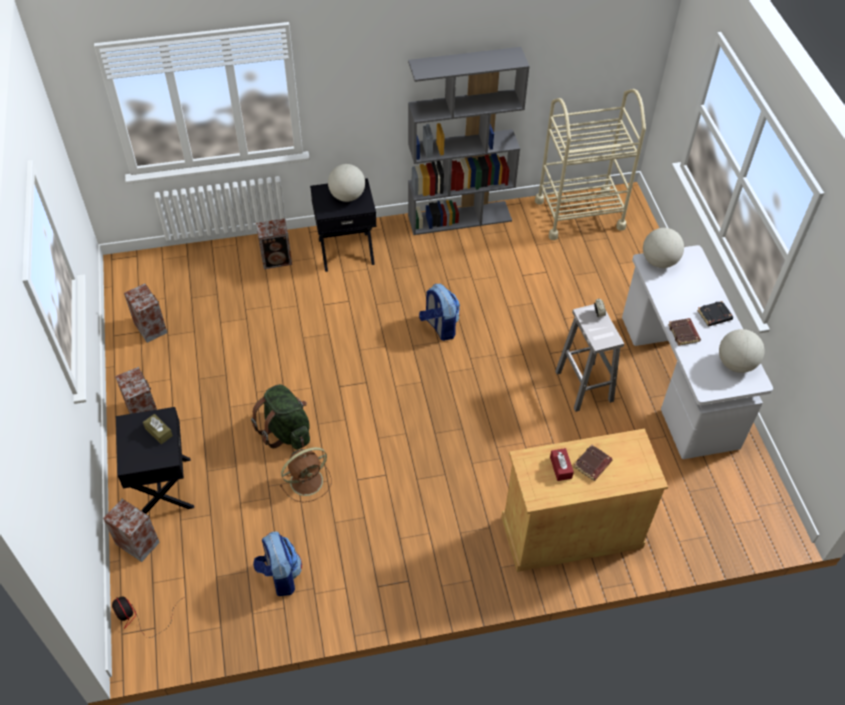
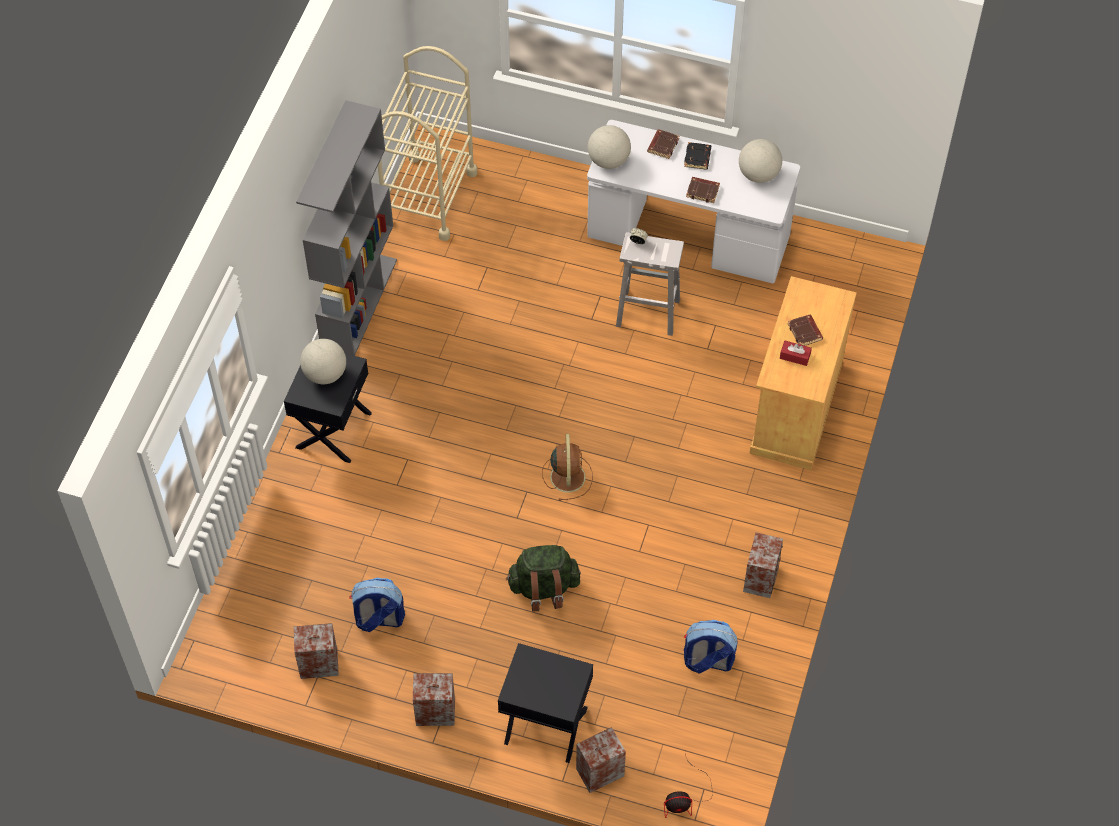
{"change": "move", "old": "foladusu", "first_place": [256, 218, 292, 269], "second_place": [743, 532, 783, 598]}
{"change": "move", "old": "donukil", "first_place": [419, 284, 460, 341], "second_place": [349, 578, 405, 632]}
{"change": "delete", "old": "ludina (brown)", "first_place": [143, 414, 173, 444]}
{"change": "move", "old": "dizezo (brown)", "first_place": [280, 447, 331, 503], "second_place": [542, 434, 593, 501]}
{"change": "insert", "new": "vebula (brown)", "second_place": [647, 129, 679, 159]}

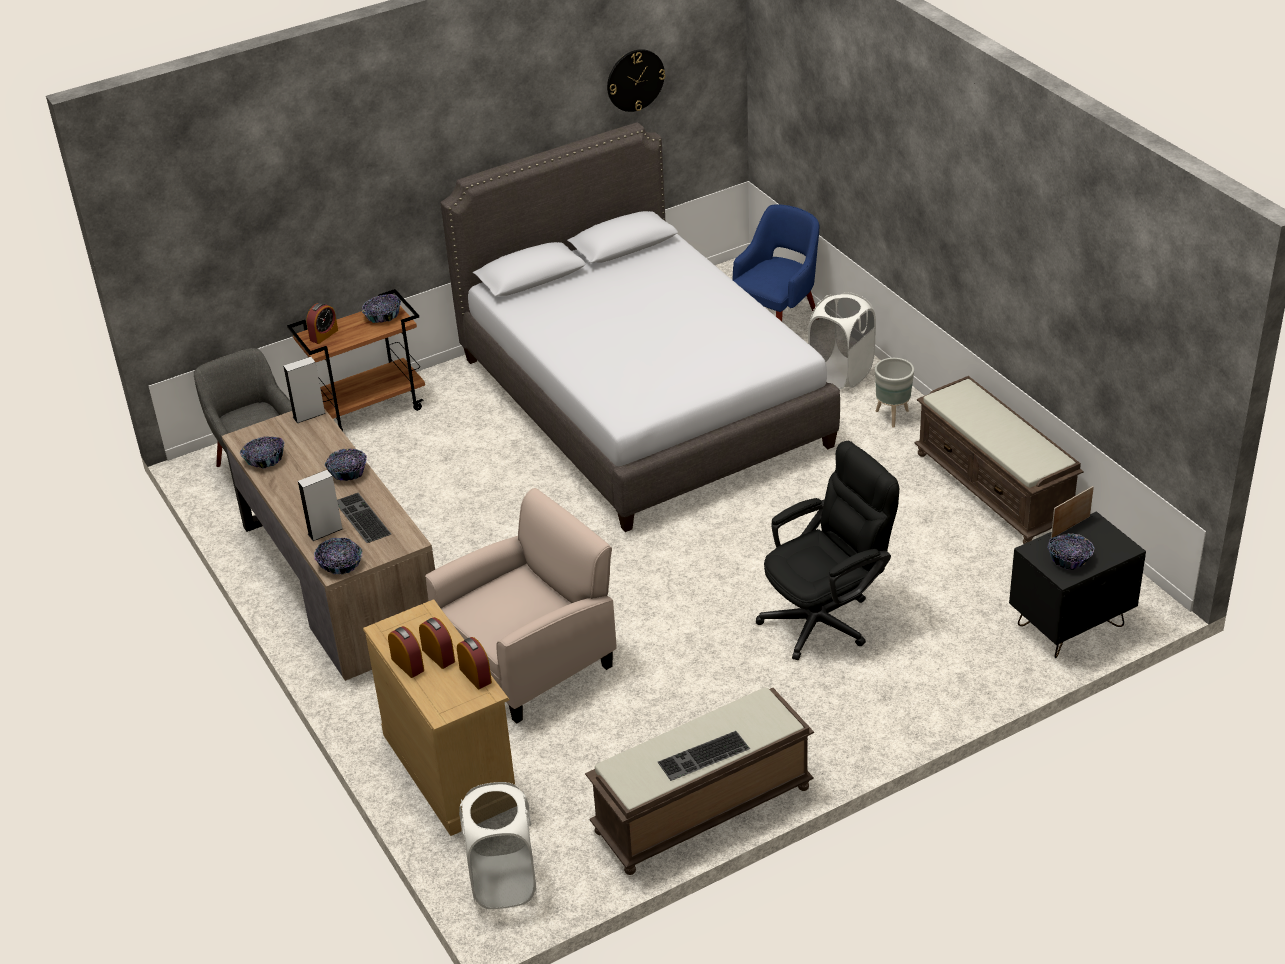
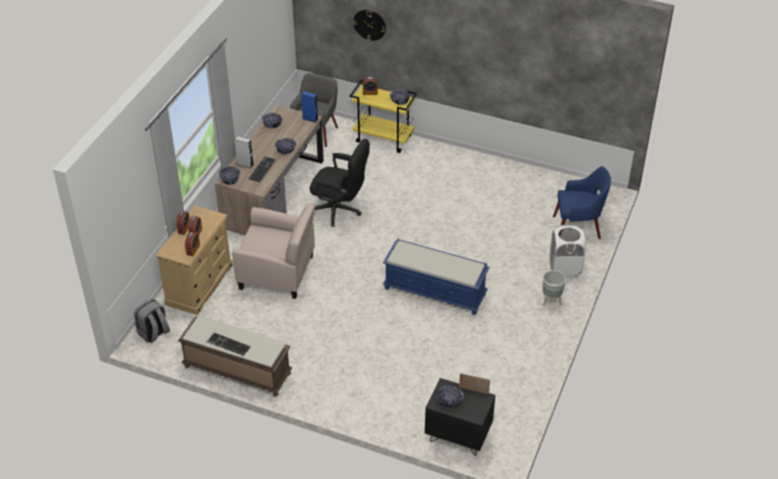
{"change": "move", "old": "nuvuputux", "first_place": [607, 49, 665, 112], "second_place": [353, 9, 386, 41]}
{"change": "delete", "old": "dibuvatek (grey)", "first_place": [440, 122, 840, 532]}
{"change": "recolor", "old": "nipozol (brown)", "new": "nipozol (yellow)", "first_place": [287, 289, 425, 431], "second_place": [350, 79, 417, 153]}
{"change": "recolor", "old": "foladusu (grey)", "new": "foladusu (blue)", "first_place": [283, 357, 326, 423], "second_place": [301, 91, 318, 123]}
{"change": "delete", "old": "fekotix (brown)", "first_place": [915, 376, 1084, 544]}
{"change": "move", "old": "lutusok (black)", "first_place": [756, 441, 899, 660], "second_place": [310, 139, 370, 227]}
{"change": "replace", "old": "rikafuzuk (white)", "new": "donukil (grey)", "first_place": [459, 782, 537, 909], "second_place": [134, 299, 170, 343]}
{"change": "insert", "new": "fekotix (blue)", "second_place": [383, 239, 489, 315]}

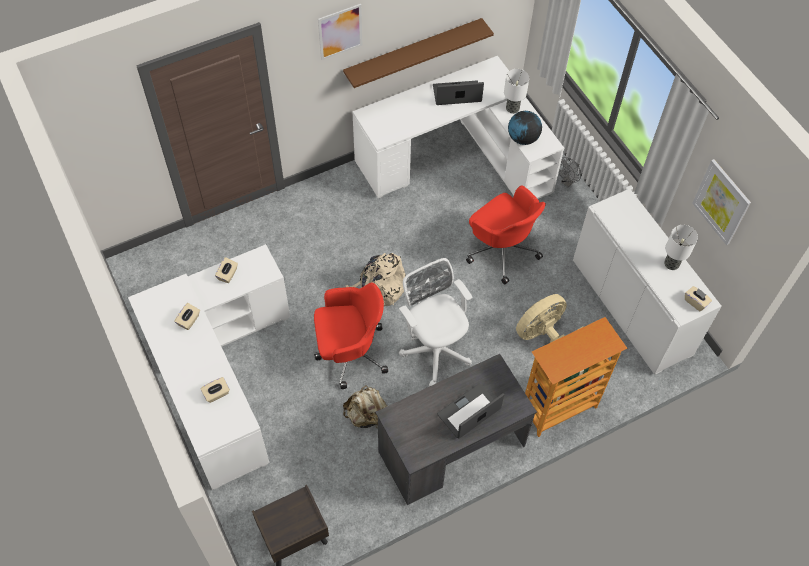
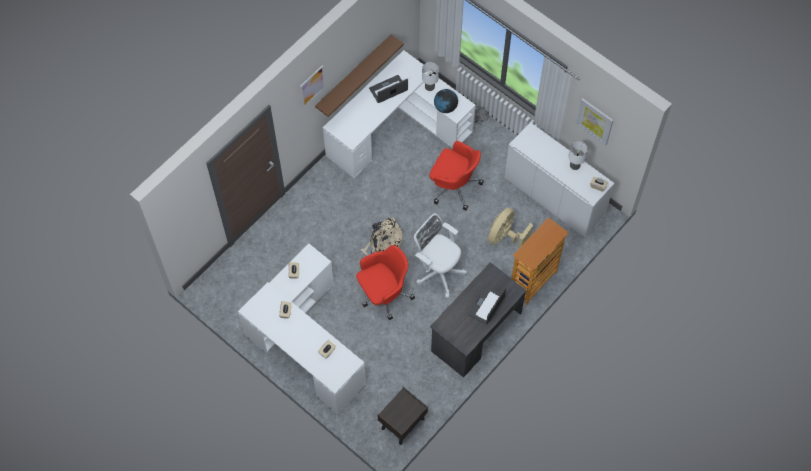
{"change": "delete", "old": "donukil (beige)", "first_place": [343, 386, 387, 429]}

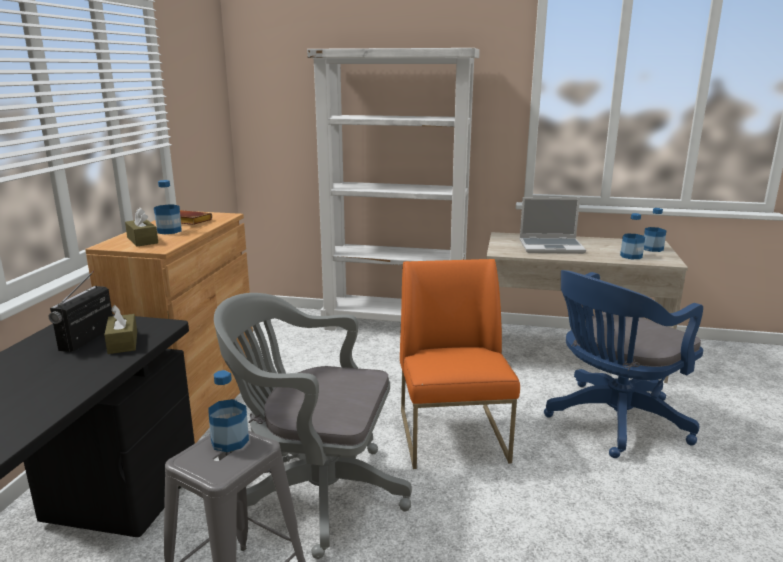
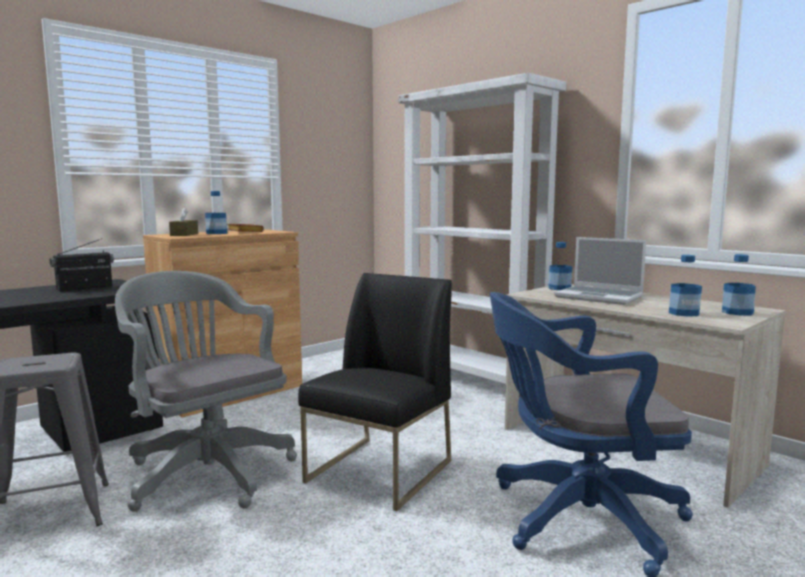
{"change": "recolor", "old": "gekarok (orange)", "new": "gekarok (black)", "first_place": [400, 259, 520, 469], "second_place": [298, 273, 452, 511]}
{"change": "delete", "old": "ludina (brown)", "first_place": [104, 305, 137, 354]}
{"change": "move", "old": "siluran", "first_place": [208, 370, 249, 452], "second_place": [548, 242, 572, 290]}

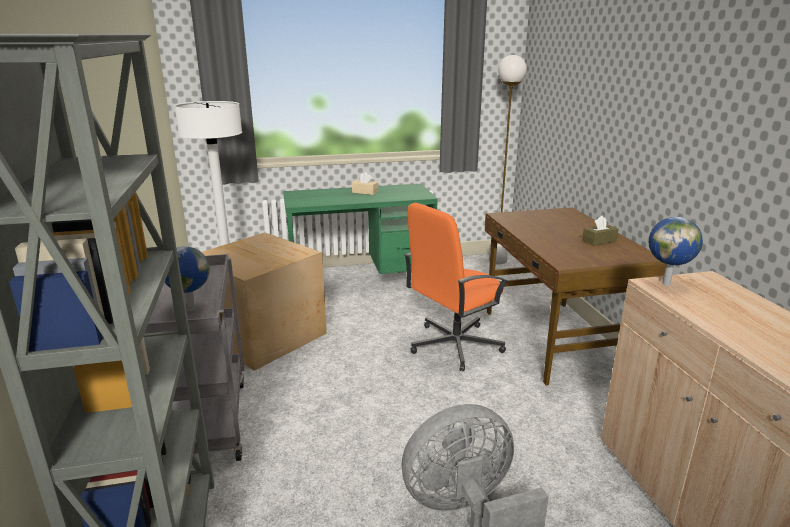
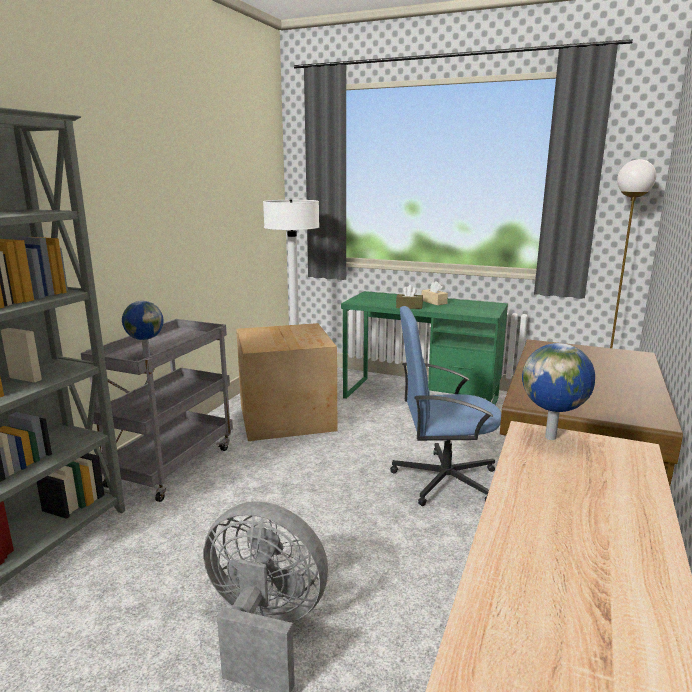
{"change": "recolor", "old": "lutusok (orange)", "new": "lutusok (blue)", "first_place": [404, 203, 509, 372], "second_place": [390, 306, 501, 506]}
{"change": "move", "old": "ludina (brown)", "first_place": [582, 216, 619, 246], "second_place": [396, 285, 423, 309]}

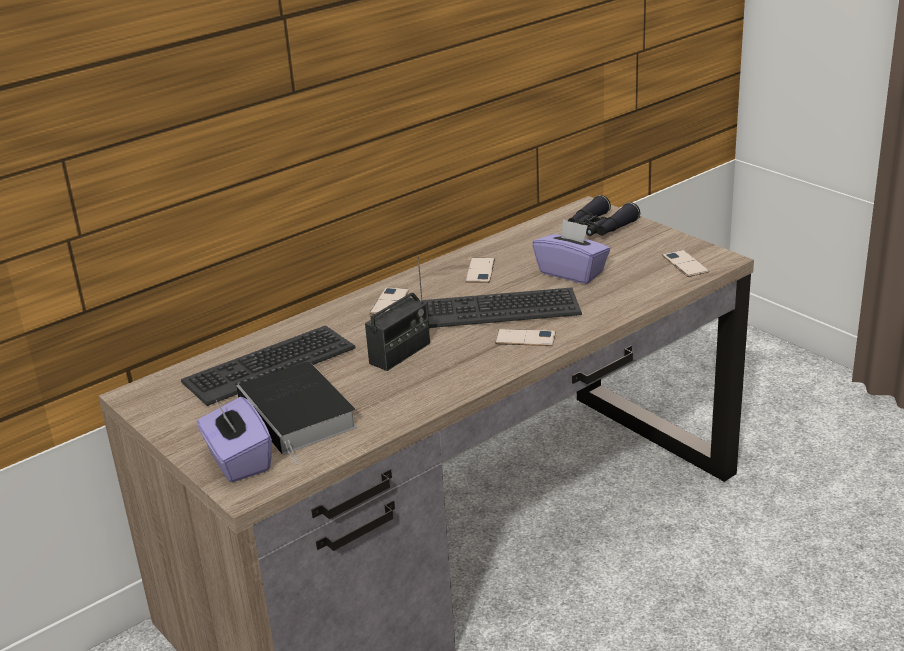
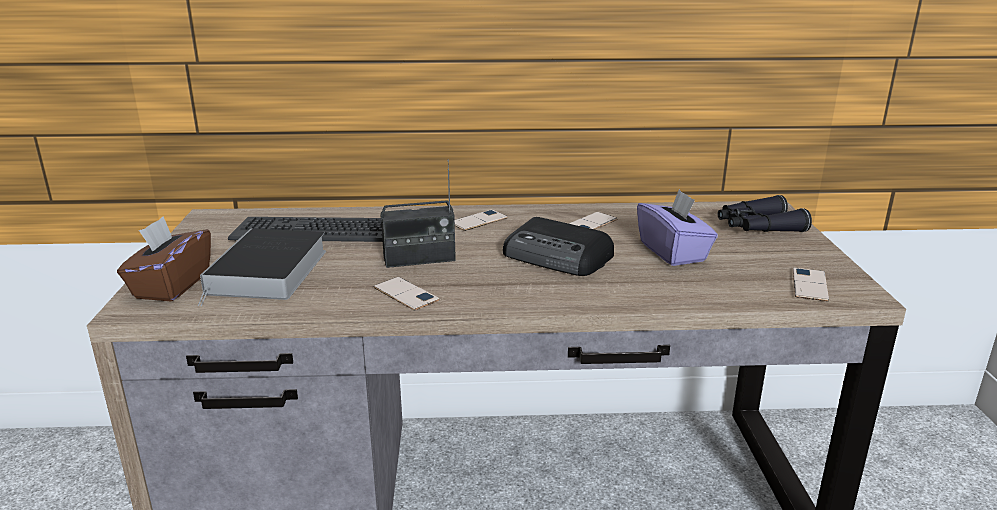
{"change": "replace", "old": "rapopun", "new": "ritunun", "first_place": [422, 287, 582, 328], "second_place": [503, 217, 614, 276]}
{"change": "move", "old": "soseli", "first_place": [495, 329, 556, 346], "second_place": [374, 277, 439, 310]}
{"change": "recolor", "old": "ludina (purple)", "new": "ludina (brown)", "first_place": [197, 397, 272, 483], "second_place": [117, 216, 211, 302]}

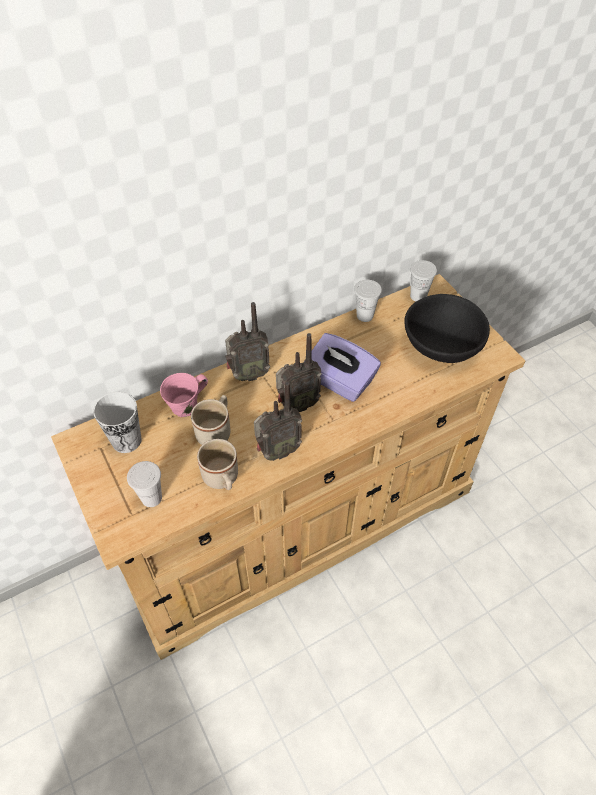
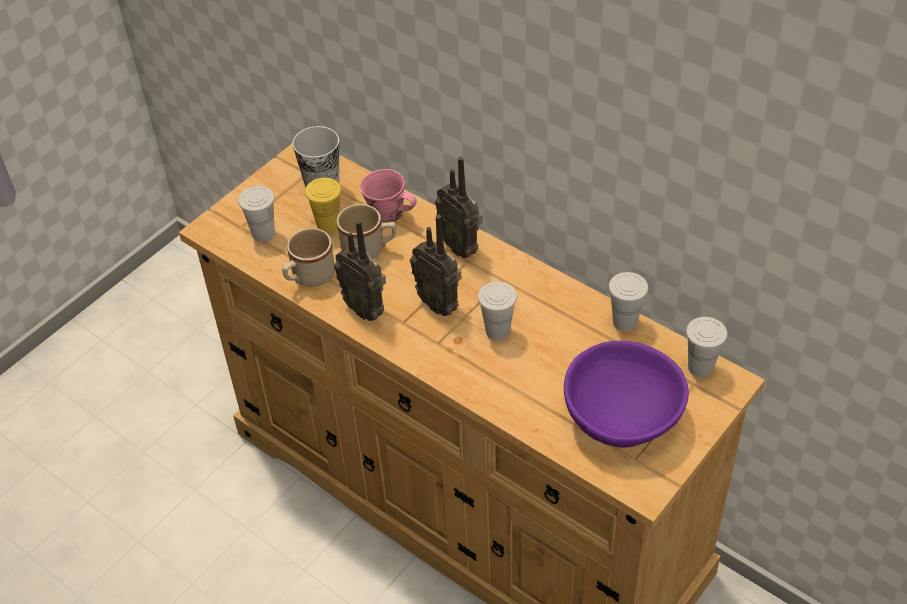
{"change": "recolor", "old": "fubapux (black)", "new": "fubapux (purple)", "first_place": [404, 294, 490, 363], "second_place": [564, 341, 689, 447]}
{"change": "replace", "old": "ludina (purple)", "new": "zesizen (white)", "first_place": [311, 333, 381, 402], "second_place": [478, 281, 517, 341]}
{"change": "insert", "new": "zesizen (yellow)", "second_place": [305, 178, 341, 234]}

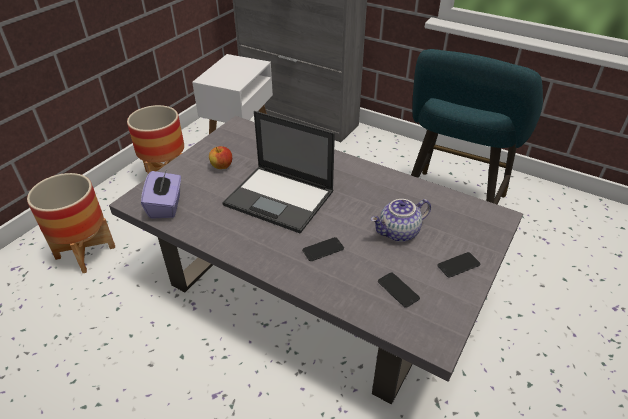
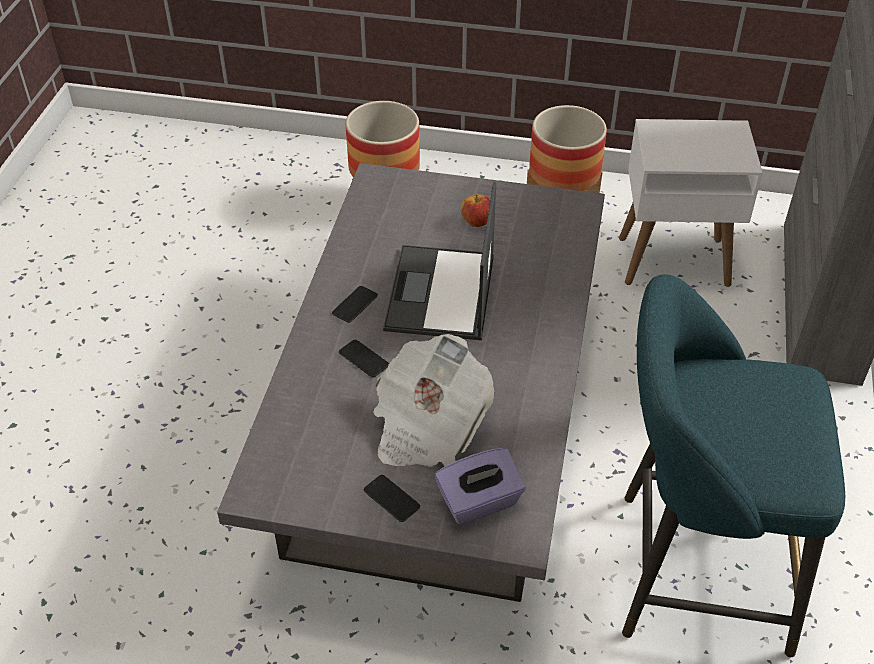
{"change": "move", "old": "ludina (purple)", "first_place": [141, 169, 181, 219], "second_place": [435, 448, 525, 525]}
{"change": "replace", "old": "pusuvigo", "new": "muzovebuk", "first_place": [371, 199, 431, 242], "second_place": [373, 334, 495, 467]}
{"change": "move", "old": "soseli", "first_place": [378, 272, 420, 308], "second_place": [332, 286, 378, 323]}

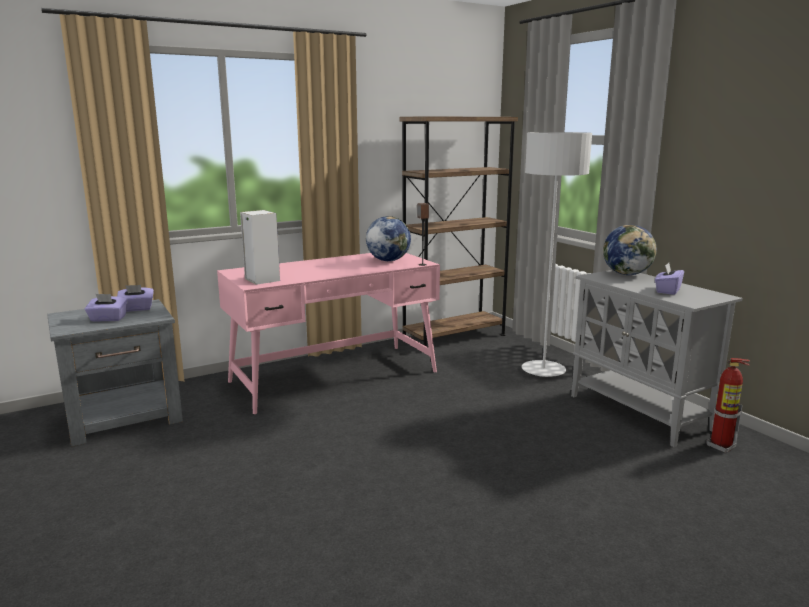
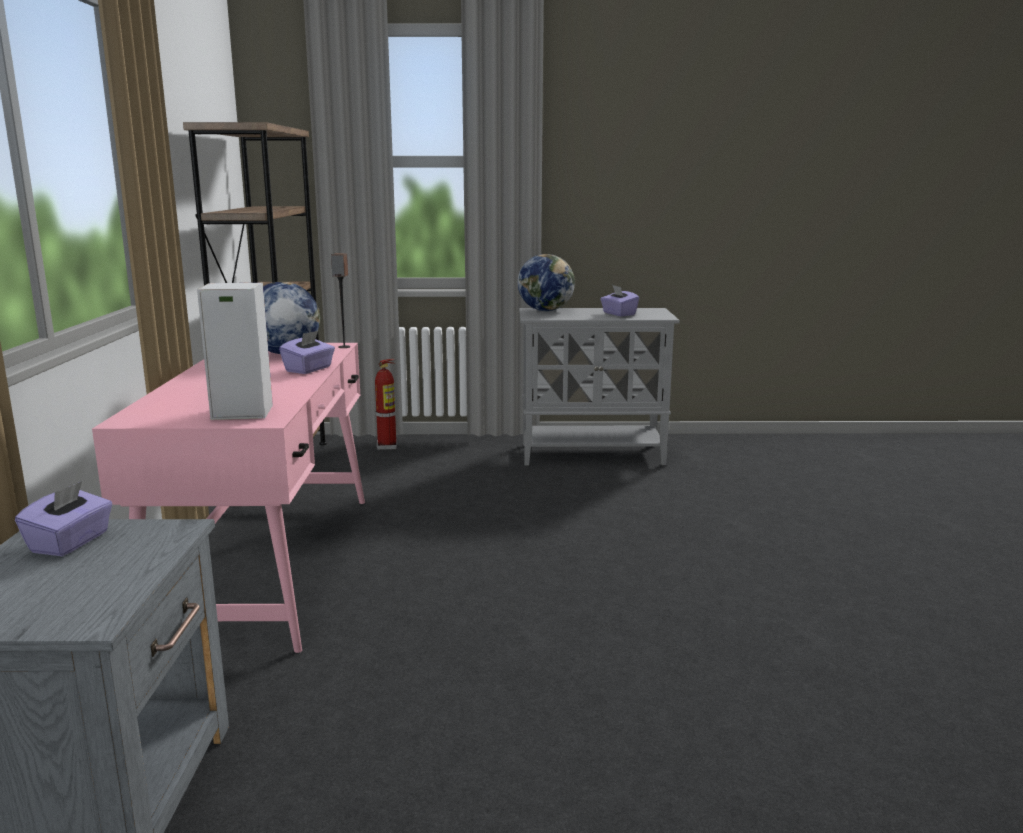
{"change": "delete", "old": "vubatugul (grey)", "first_place": [522, 132, 592, 377]}
{"change": "move", "old": "ludina (purple)", "first_place": [85, 294, 128, 322], "second_place": [279, 330, 335, 374]}
{"change": "move", "old": "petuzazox", "first_place": [706, 358, 750, 453], "second_place": [375, 359, 397, 450]}

